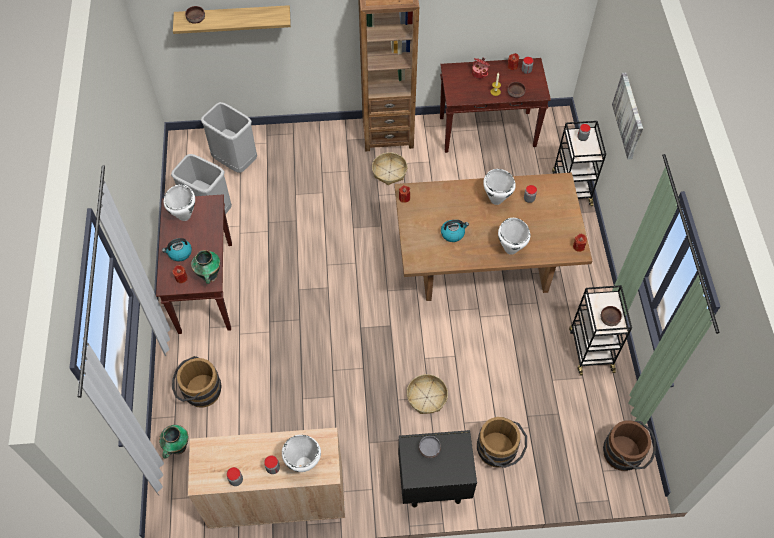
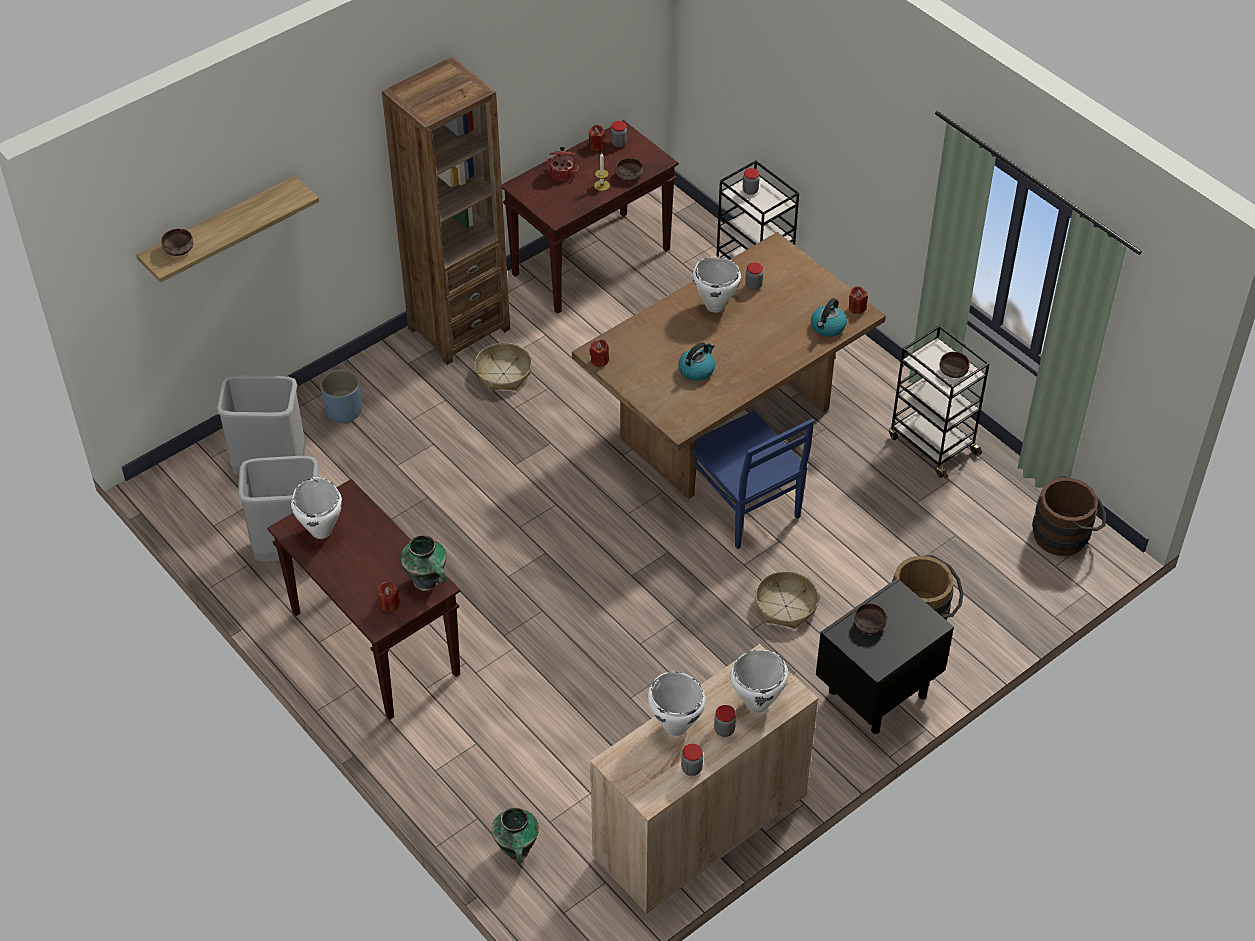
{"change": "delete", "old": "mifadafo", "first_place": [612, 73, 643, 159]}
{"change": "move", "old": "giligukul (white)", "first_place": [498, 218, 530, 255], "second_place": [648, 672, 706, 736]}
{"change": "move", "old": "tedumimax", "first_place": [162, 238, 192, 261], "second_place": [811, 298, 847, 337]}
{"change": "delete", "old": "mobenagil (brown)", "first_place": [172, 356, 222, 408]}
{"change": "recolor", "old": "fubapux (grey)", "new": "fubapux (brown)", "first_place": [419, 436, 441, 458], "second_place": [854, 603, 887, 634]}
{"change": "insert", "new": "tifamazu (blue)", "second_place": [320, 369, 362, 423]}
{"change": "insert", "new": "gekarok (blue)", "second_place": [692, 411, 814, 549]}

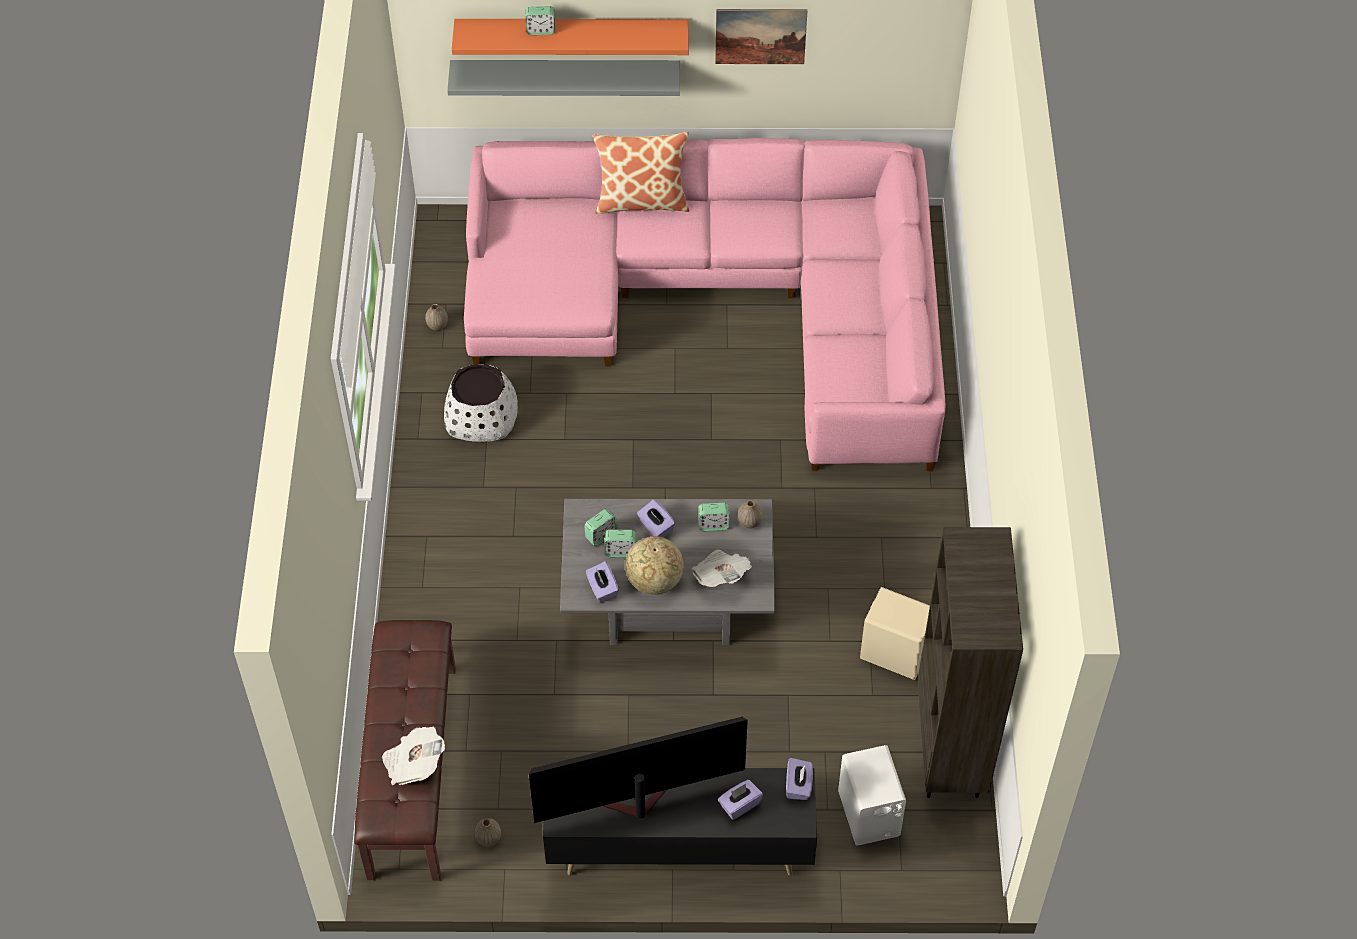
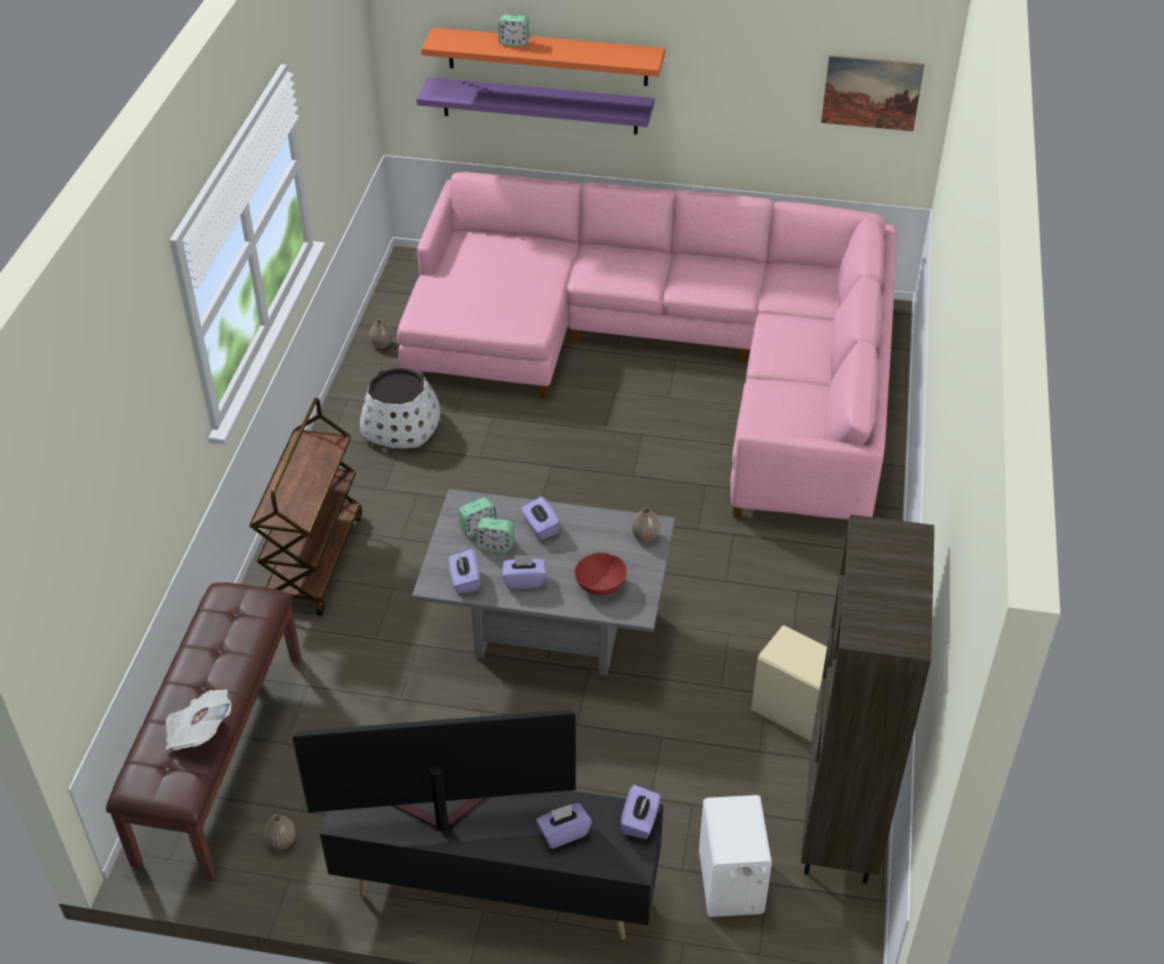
{"change": "move", "old": "mifadafo", "first_place": [715, 9, 808, 64], "second_place": [821, 55, 925, 131]}
{"change": "recolor", "old": "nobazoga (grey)", "new": "nobazoga (purple)", "first_place": [447, 60, 680, 96], "second_place": [417, 77, 654, 134]}
{"change": "delete", "old": "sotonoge", "first_place": [593, 132, 689, 214]}
{"change": "delete", "old": "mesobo", "first_place": [698, 503, 730, 531]}
{"change": "replace", "old": "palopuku", "new": "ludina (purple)", "first_place": [625, 536, 684, 595], "second_place": [503, 555, 546, 589]}
{"change": "replace", "old": "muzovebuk", "new": "fubapux (red)", "first_place": [691, 549, 752, 587], "second_place": [575, 552, 627, 596]}
{"change": "insert", "new": "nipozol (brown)", "second_place": [249, 398, 362, 616]}

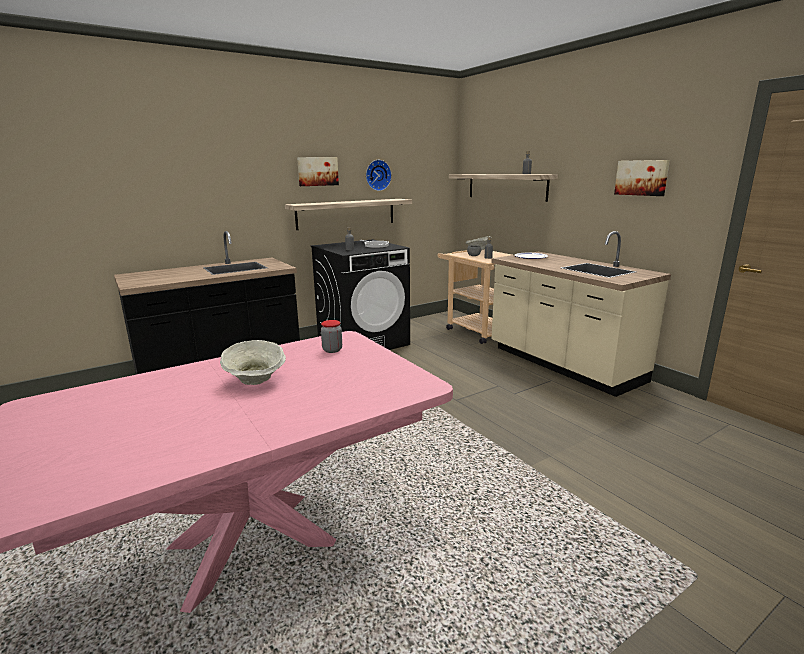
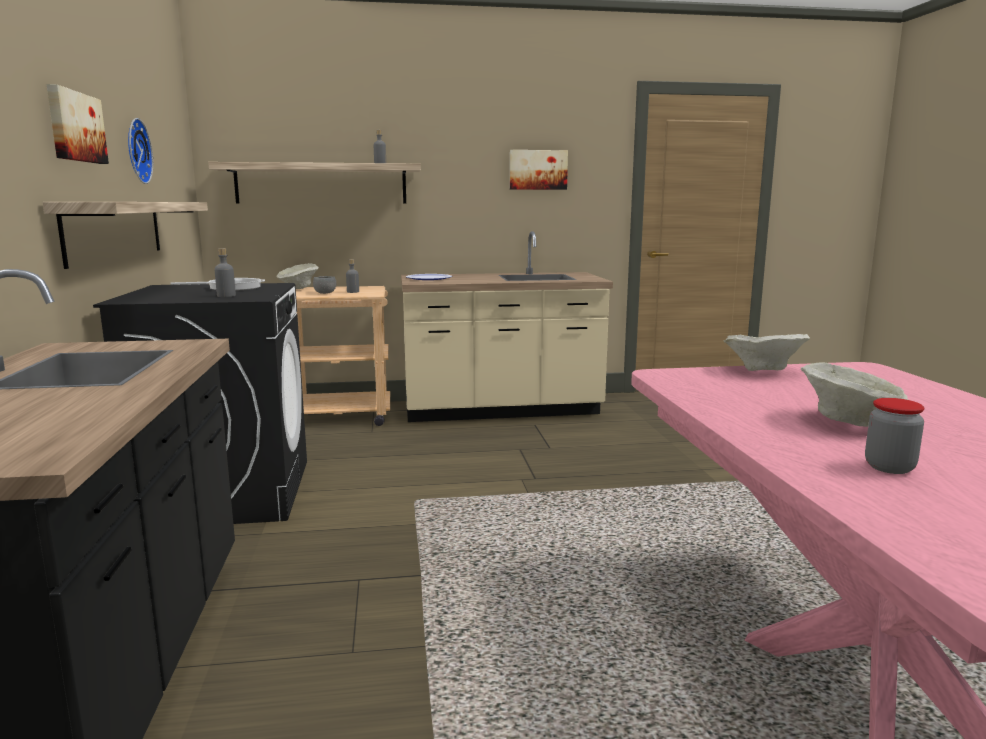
{"change": "move", "old": "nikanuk", "first_place": [321, 320, 342, 353], "second_place": [865, 398, 924, 474]}
{"change": "insert", "new": "fubapux (beige)", "second_place": [724, 334, 810, 371]}

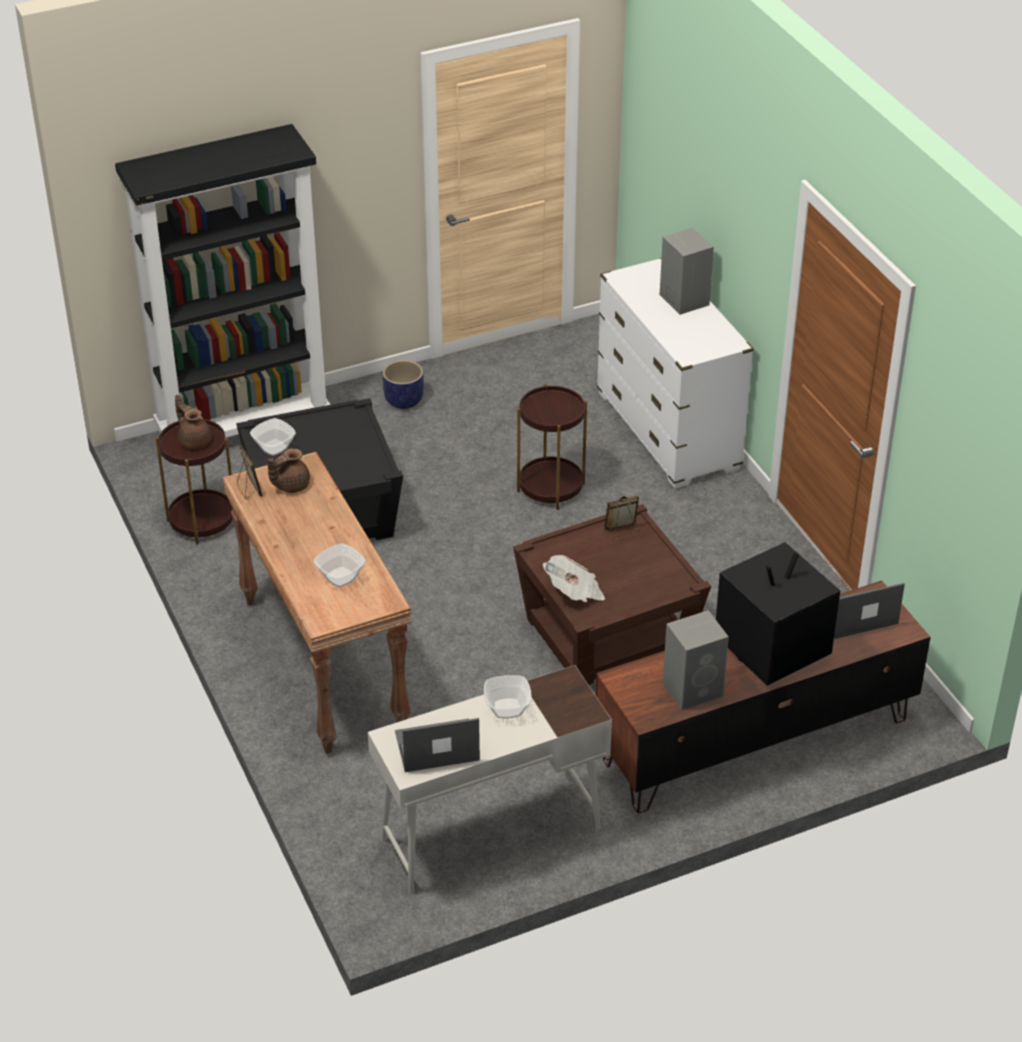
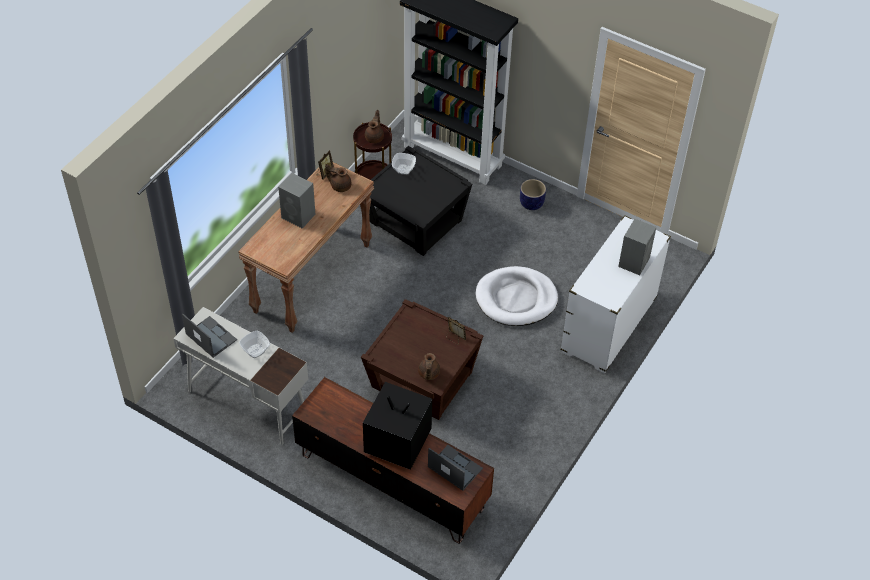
{"change": "replace", "old": "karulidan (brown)", "new": "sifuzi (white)", "first_place": [517, 384, 587, 510], "second_place": [475, 266, 558, 326]}
{"change": "delete", "old": "fubapux", "first_place": [314, 543, 366, 587]}
{"change": "delete", "old": "muzovebuk", "first_place": [543, 555, 605, 602]}
{"change": "move", "old": "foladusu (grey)", "first_place": [663, 610, 729, 710], "second_place": [278, 173, 316, 229]}
{"change": "insert", "new": "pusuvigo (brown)", "second_place": [418, 353, 440, 380]}

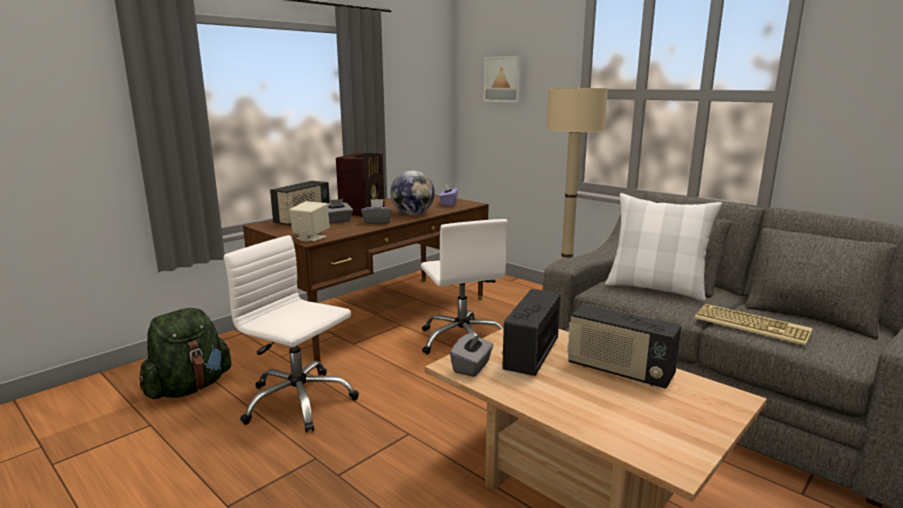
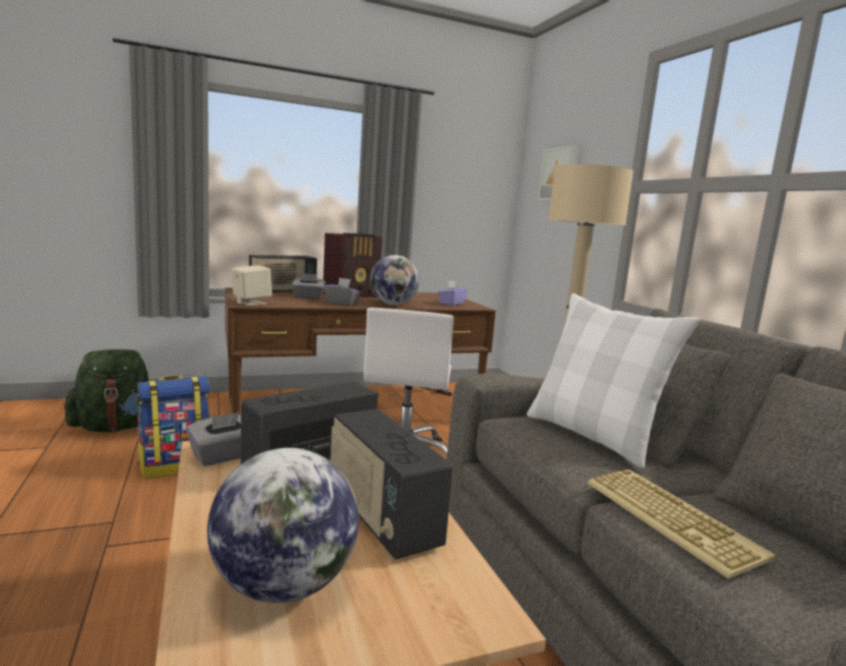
{"change": "replace", "old": "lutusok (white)", "new": "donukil", "first_place": [224, 235, 359, 433], "second_place": [136, 376, 210, 479]}
{"change": "insert", "new": "palopuku", "second_place": [207, 448, 359, 603]}

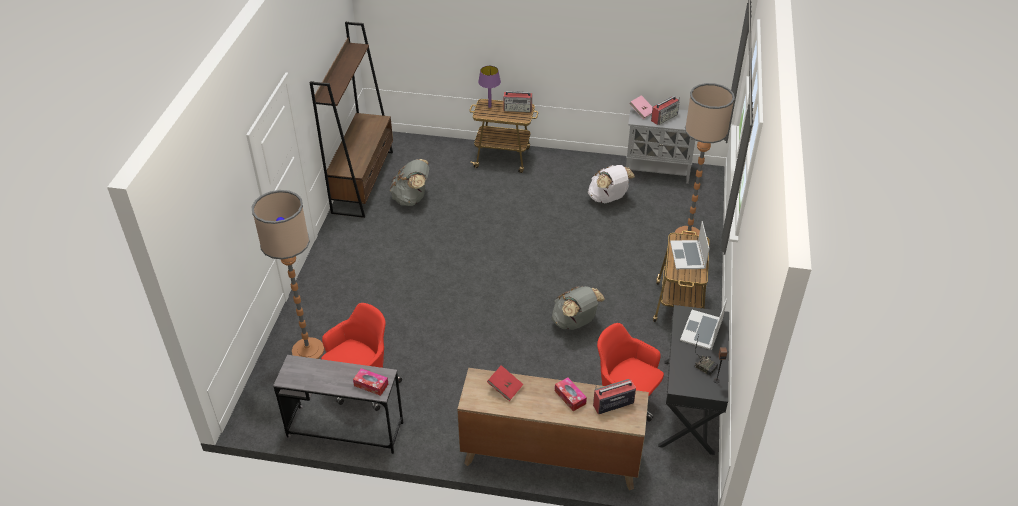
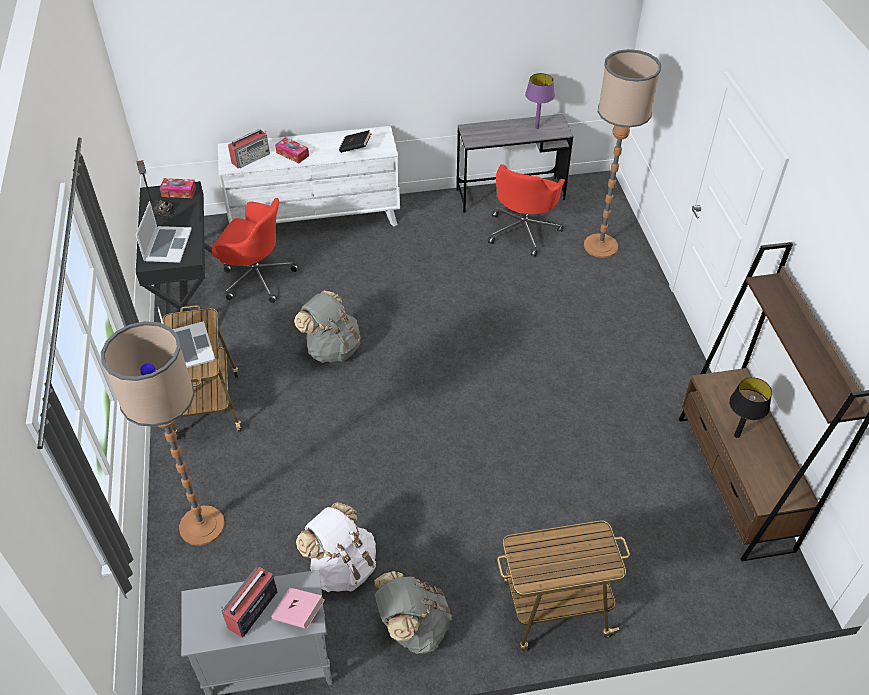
{"change": "move", "old": "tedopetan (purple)", "first_place": [478, 66, 501, 108], "second_place": [525, 73, 555, 129]}
{"change": "delete", "old": "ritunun", "first_place": [503, 91, 532, 112]}
{"change": "move", "old": "donukil (grey)", "first_place": [390, 159, 429, 206], "second_place": [374, 571, 452, 654]}
{"change": "recolor", "old": "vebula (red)", "new": "vebula (black)", "first_place": [487, 365, 524, 401], "second_place": [339, 130, 371, 153]}
{"change": "move", "old": "ludina", "first_place": [353, 368, 388, 396], "second_place": [160, 178, 196, 198]}
{"change": "recolor", "old": "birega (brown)", "new": "birega (white)", "first_place": [457, 368, 649, 490], "second_place": [218, 126, 400, 227]}
{"change": "insert", "new": "tedopetan (black)", "second_place": [729, 377, 772, 438]}

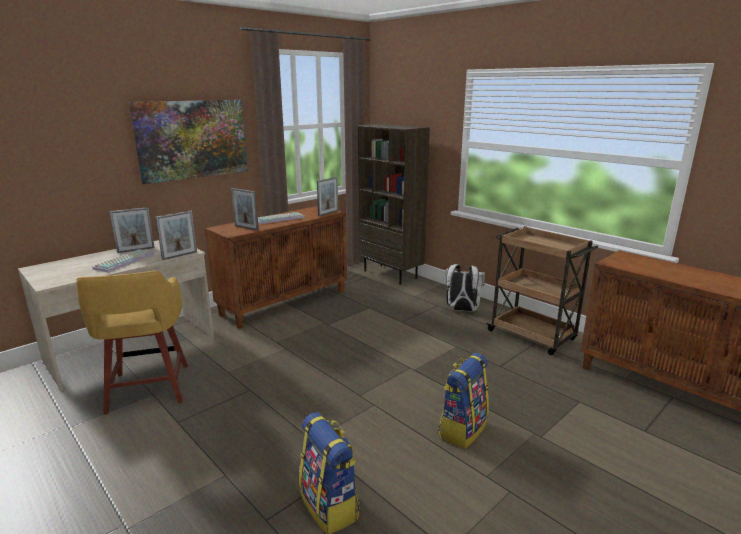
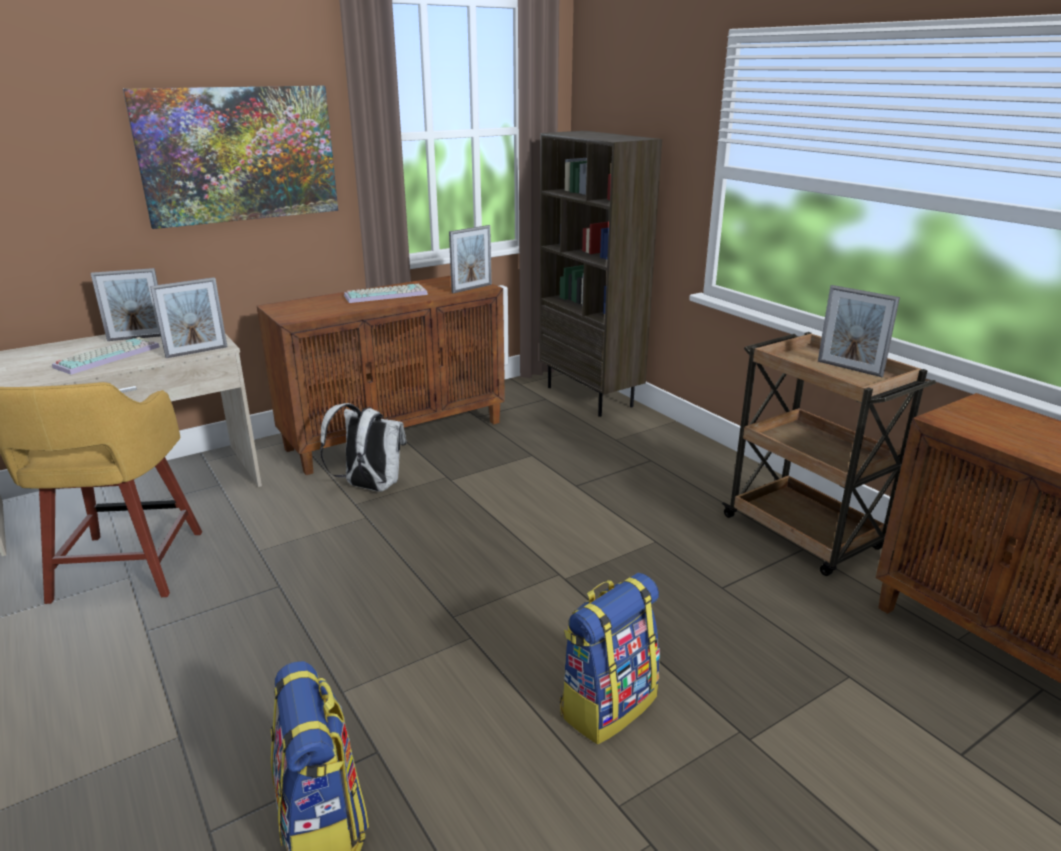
{"change": "move", "old": "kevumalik", "first_place": [231, 188, 259, 231], "second_place": [818, 285, 900, 377]}
{"change": "move", "old": "donukil (white)", "first_place": [446, 264, 485, 312], "second_place": [320, 403, 406, 492]}

